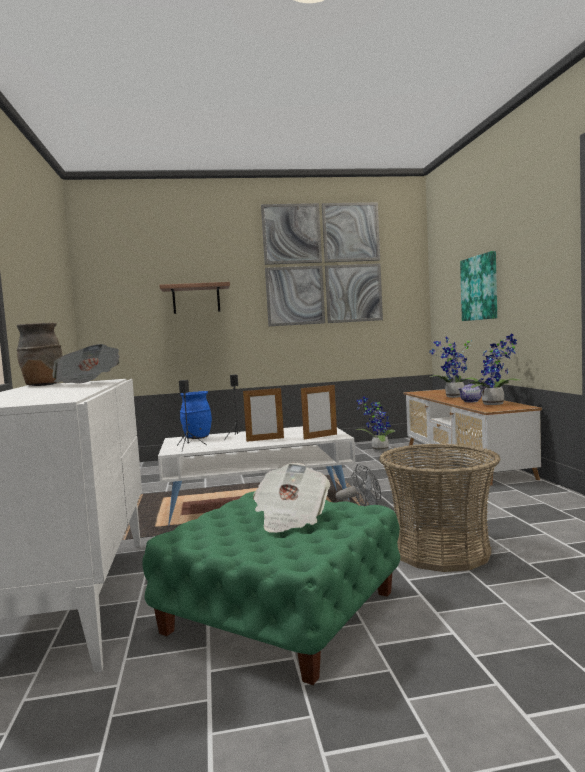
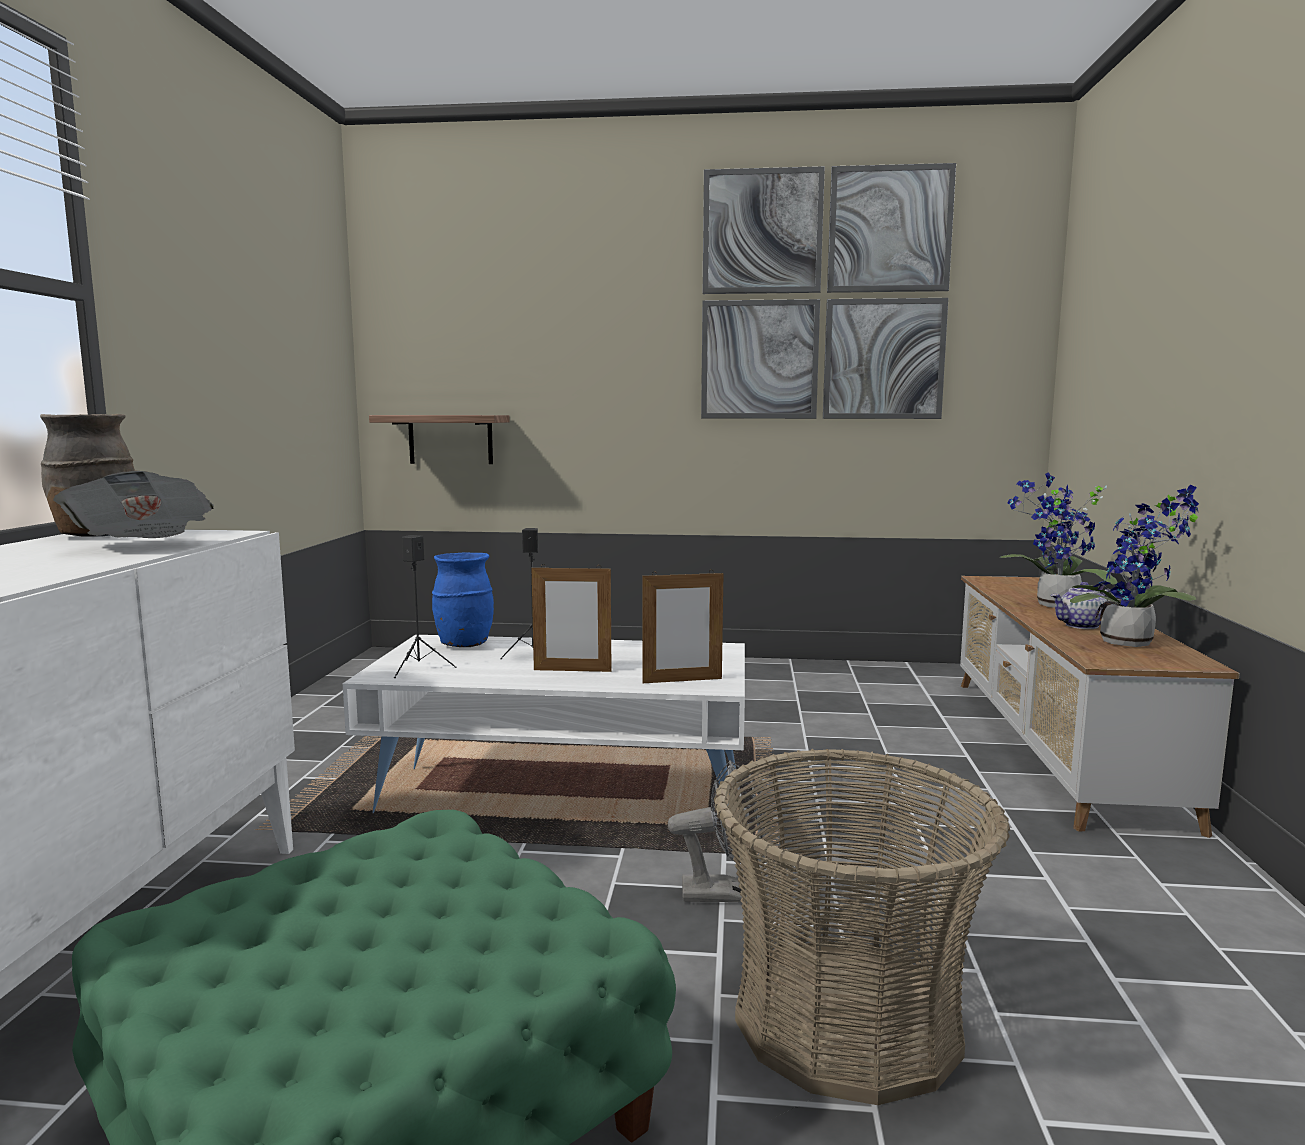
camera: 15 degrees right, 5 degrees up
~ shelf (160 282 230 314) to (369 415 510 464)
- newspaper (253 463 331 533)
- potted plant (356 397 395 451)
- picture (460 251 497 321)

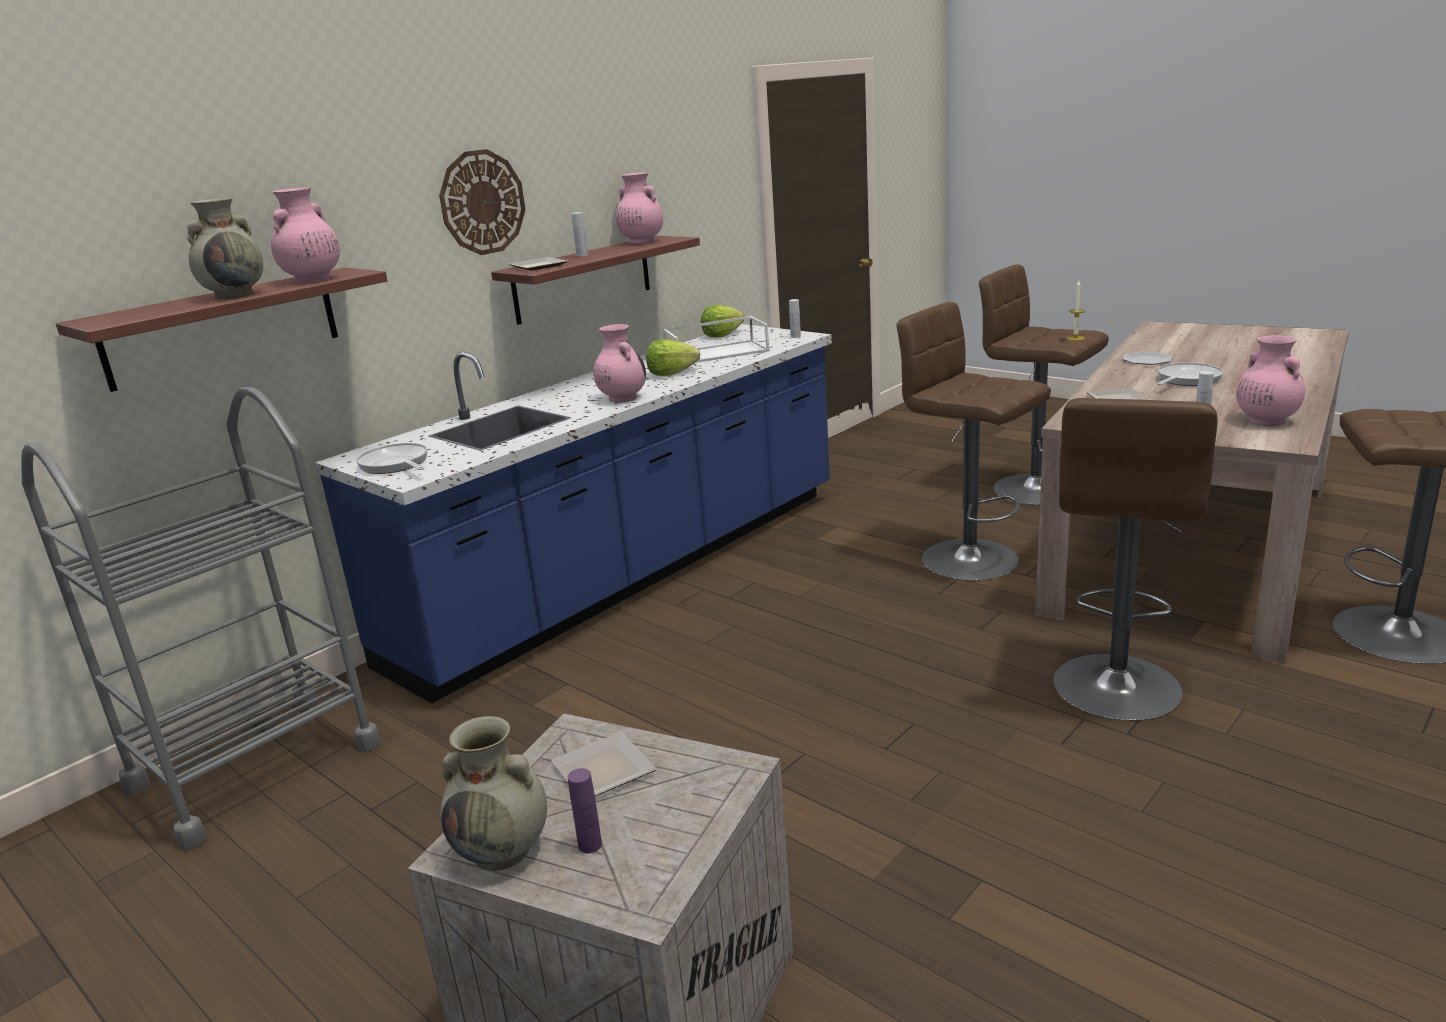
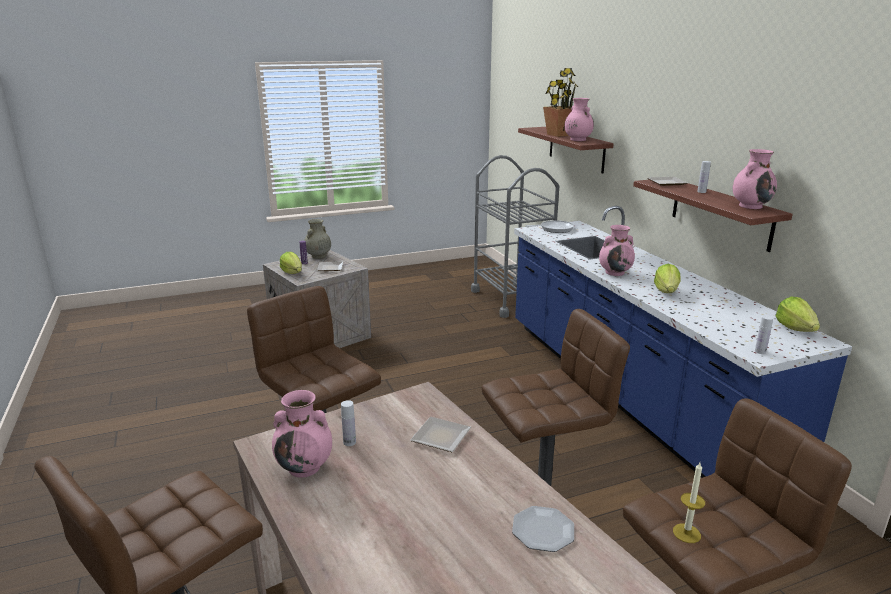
camera: 115 degrees right, 0 degrees up
+ lettuce (280 252 302 274)
~ beige vase (187 198 263 299) to potted plant (543 68 578 137)
- wall clock (439 149 526 255)
- white tray (662 316 770 363)
- frying pan (1157 363 1224 386)

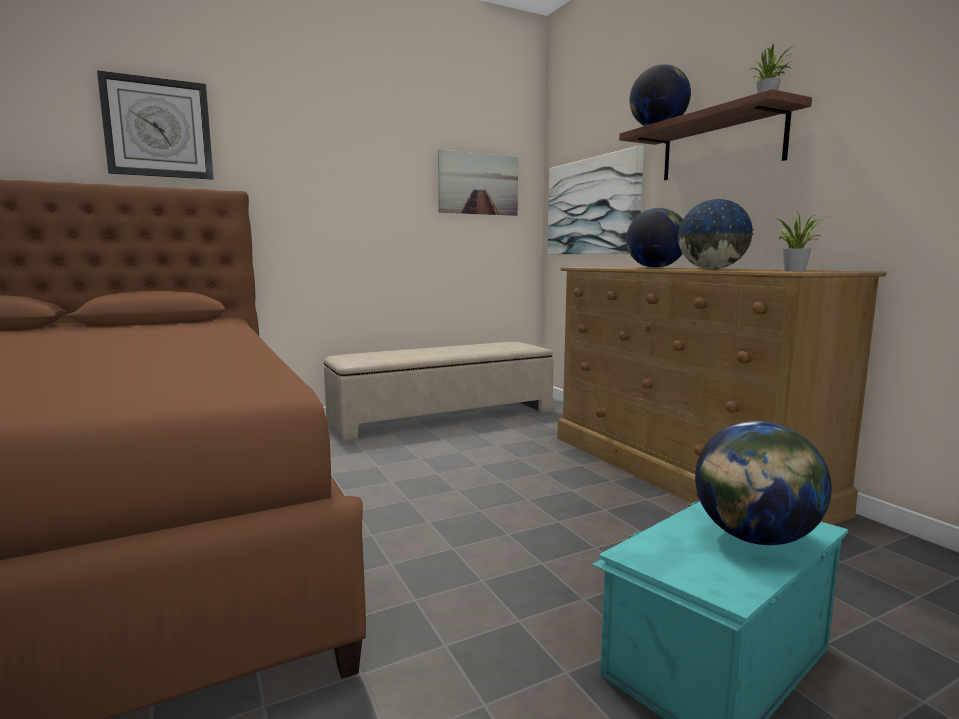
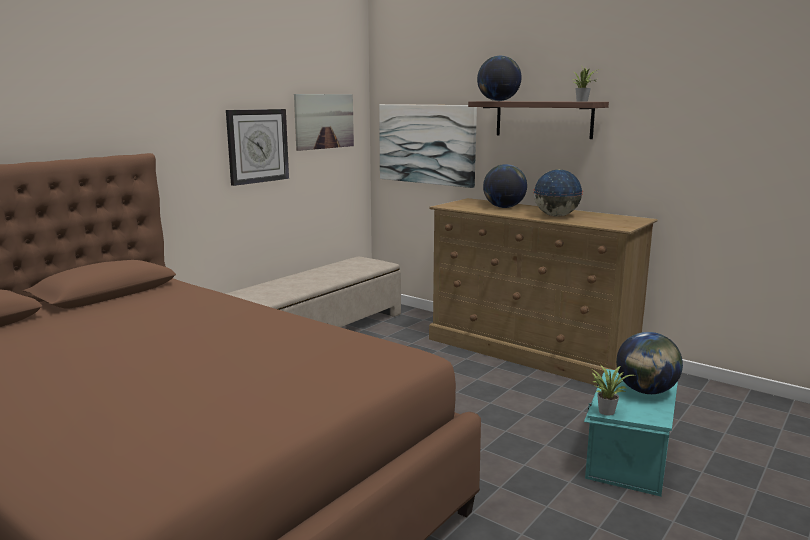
camera: 25 degrees left, 5 degrees up
~ wall clock (97 70 213 180) to (226 109 289 186)
~ potted plant (778 212 832 271) to (592 365 634 416)

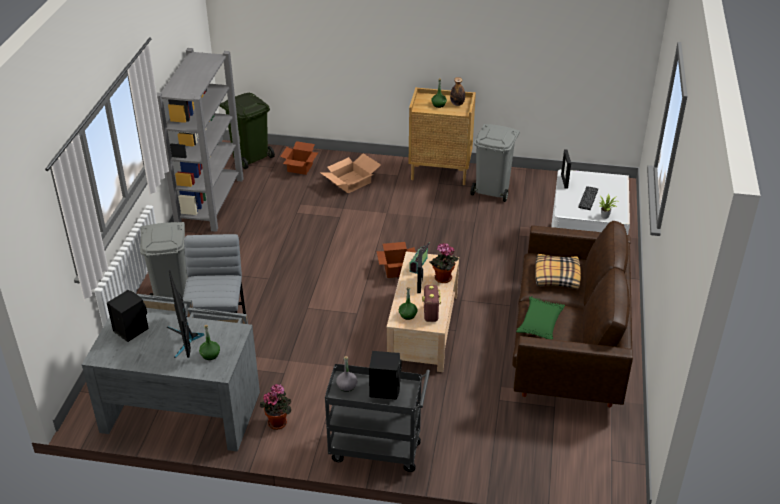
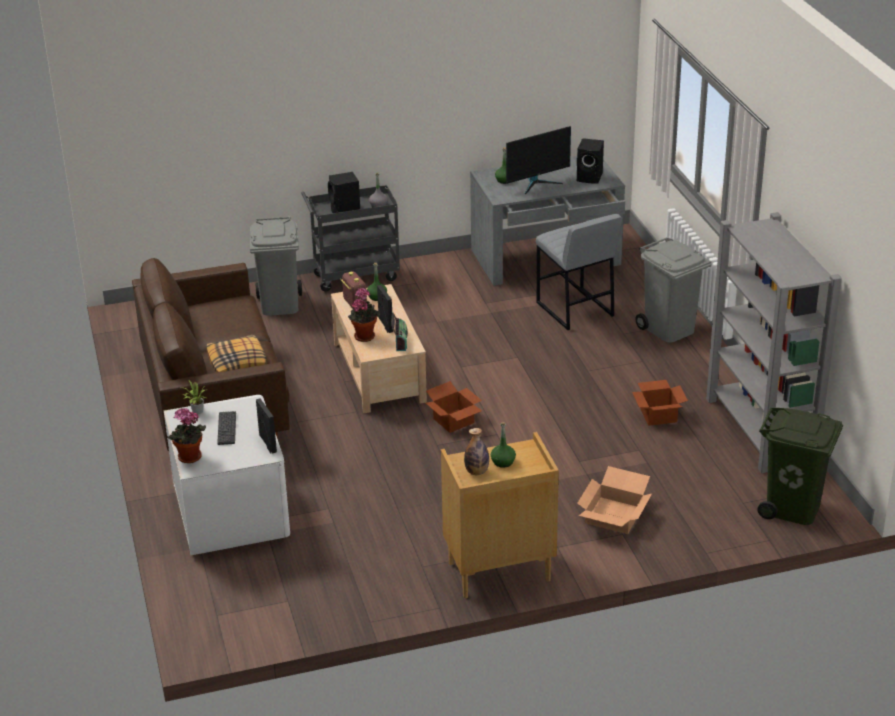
camera: 155 degrees right, 5 degrees down
~ potted plant (260 383 291 430) to (167 408 206 463)
~ grey trash can (471 124 520 202) to (250 217 302 316)
~ monitor (167 270 204 358) = (506 126 571 194) 105 degrees clockwise
~ cardboard box (280 141 318 175) to (632 380 688 426)
- green pillow (516 296 565 340)

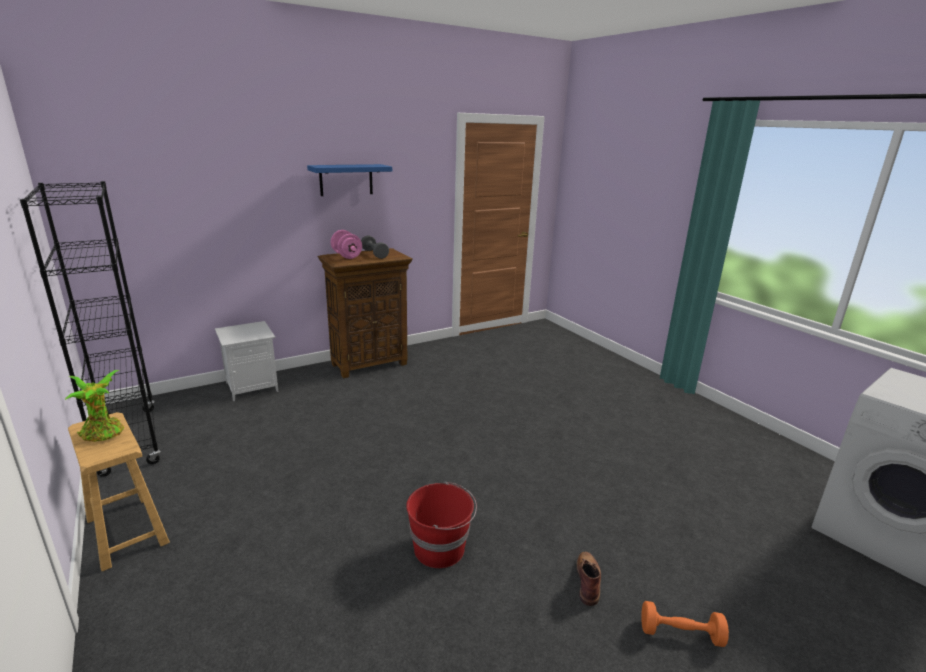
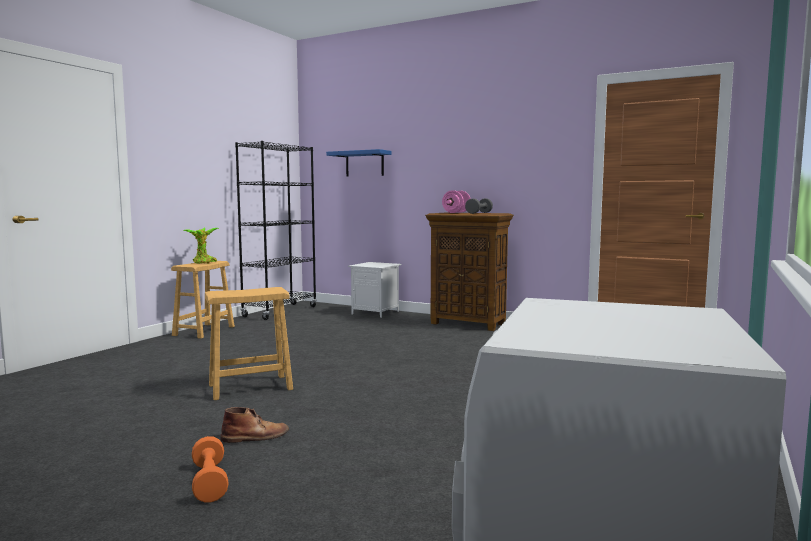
camera: 60 degrees right, 15 degrees down
~ red bucket (406 481 477 568) to brown stool (205 287 293 400)
~ blue shelf (307 164 392 196) to (326 149 391 176)

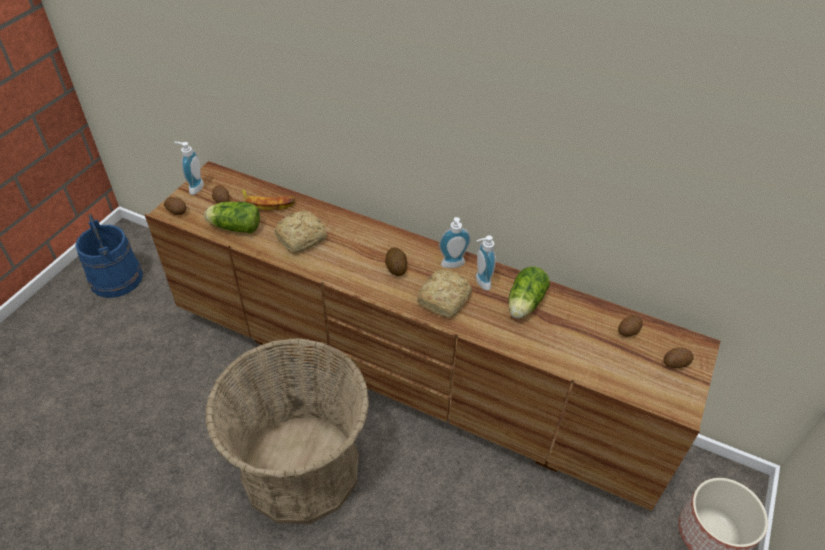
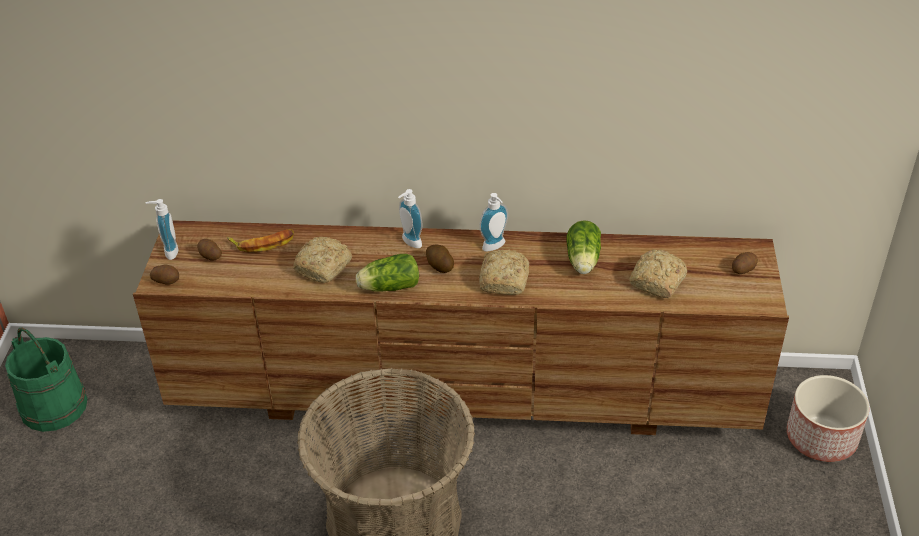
camera: 20 degrees left, 5 degrees down
~ blue bucket (75 214 143 298) to green bucket (5 328 87 432)
~ lettuce (204 202 260 233) to (356 254 419 292)
~ soap dispenser (476 235 496 291) to (398 189 423 248)
+ bread (629 250 687 298)
- potato (618 315 643 337)

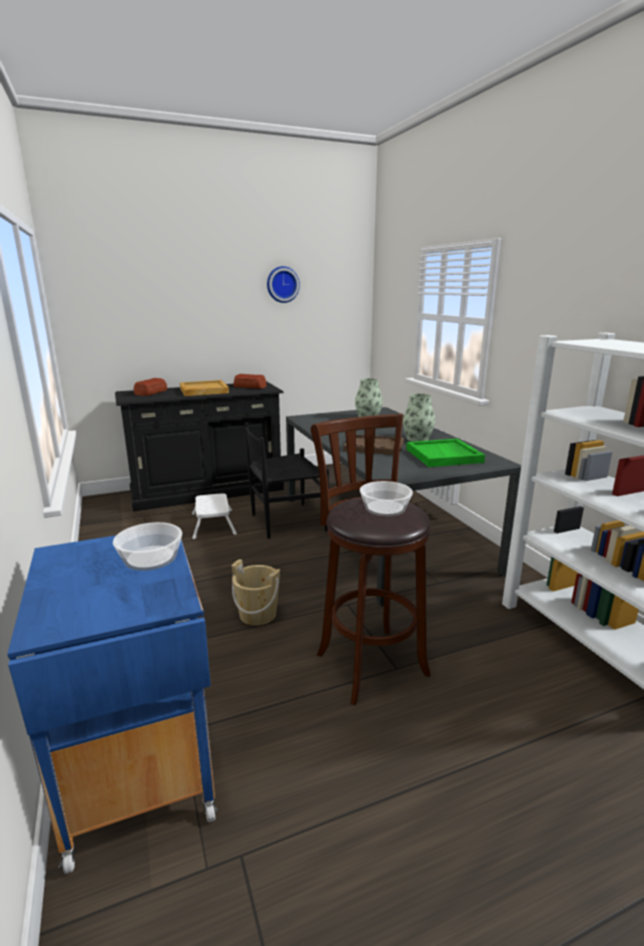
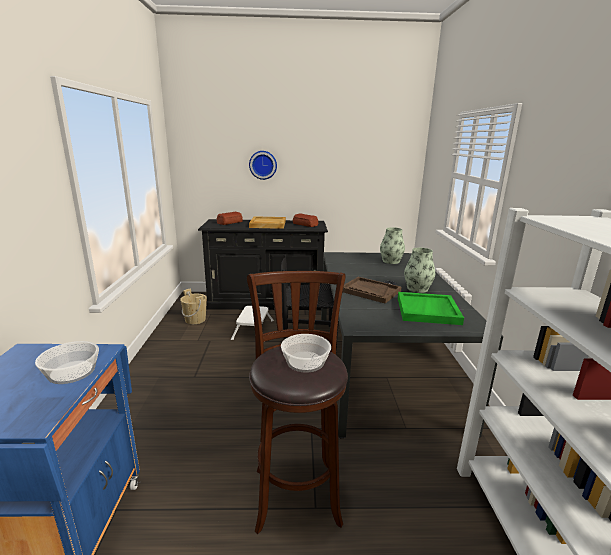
camera: 20 degrees right, 0 degrees up
~ beige bucket (232 559 280 626) to (180 289 207 324)
~ wall clock (267 266 300 303) to (249 151 277 180)

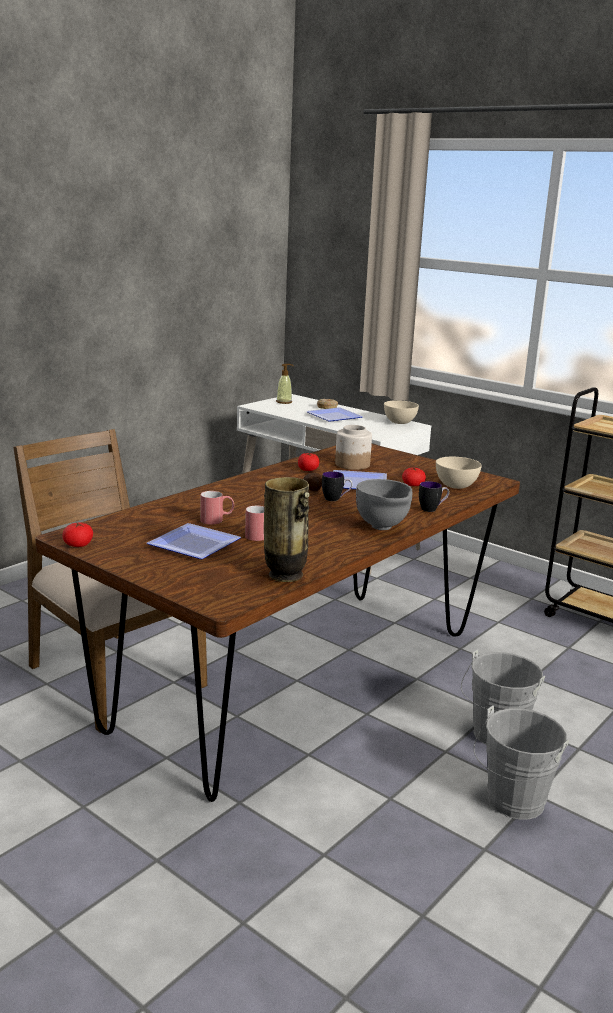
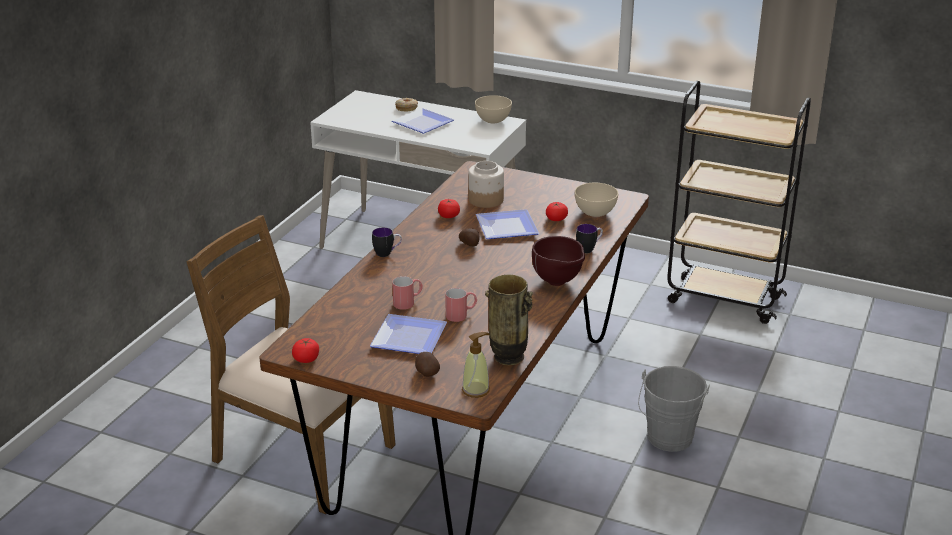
camera: 15 degrees left, 10 degrees up
~ mug (322 471 353 501) to (372 227 402 257)
+ potato (415 352 440 377)
~ soap dispenser (276 364 294 404) to (462 332 490 398)
~ grey bowl (356 479 412 530) to brown bowl (532 236 585 286)
- grey bucket (473 705 569 820)

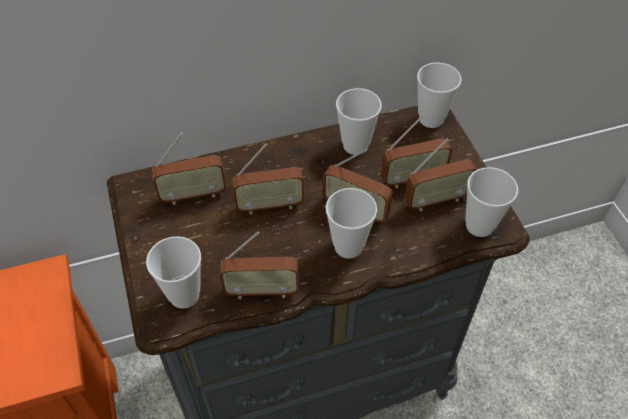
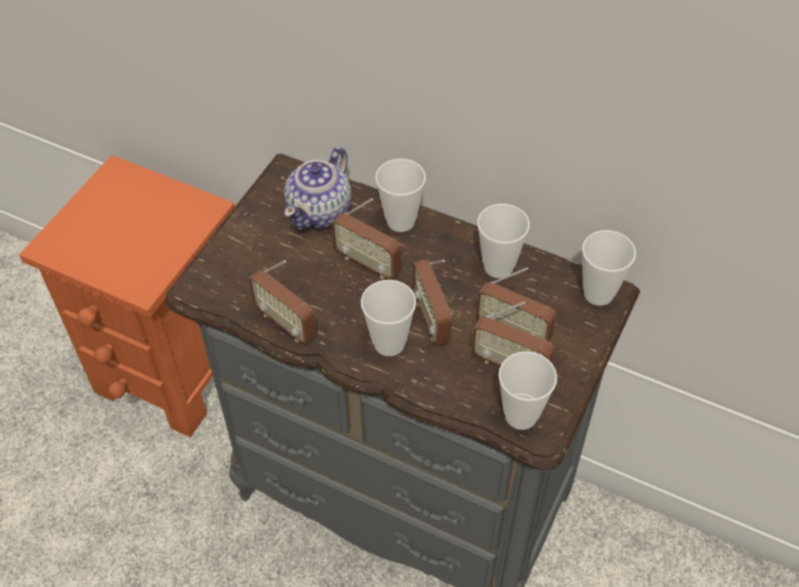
camera: 45 degrees right, 0 degrees up
~ radio (152 133 226 205) to teapot (284 147 352 230)
~ cup (146 236 201 309) to (375 158 426 232)

